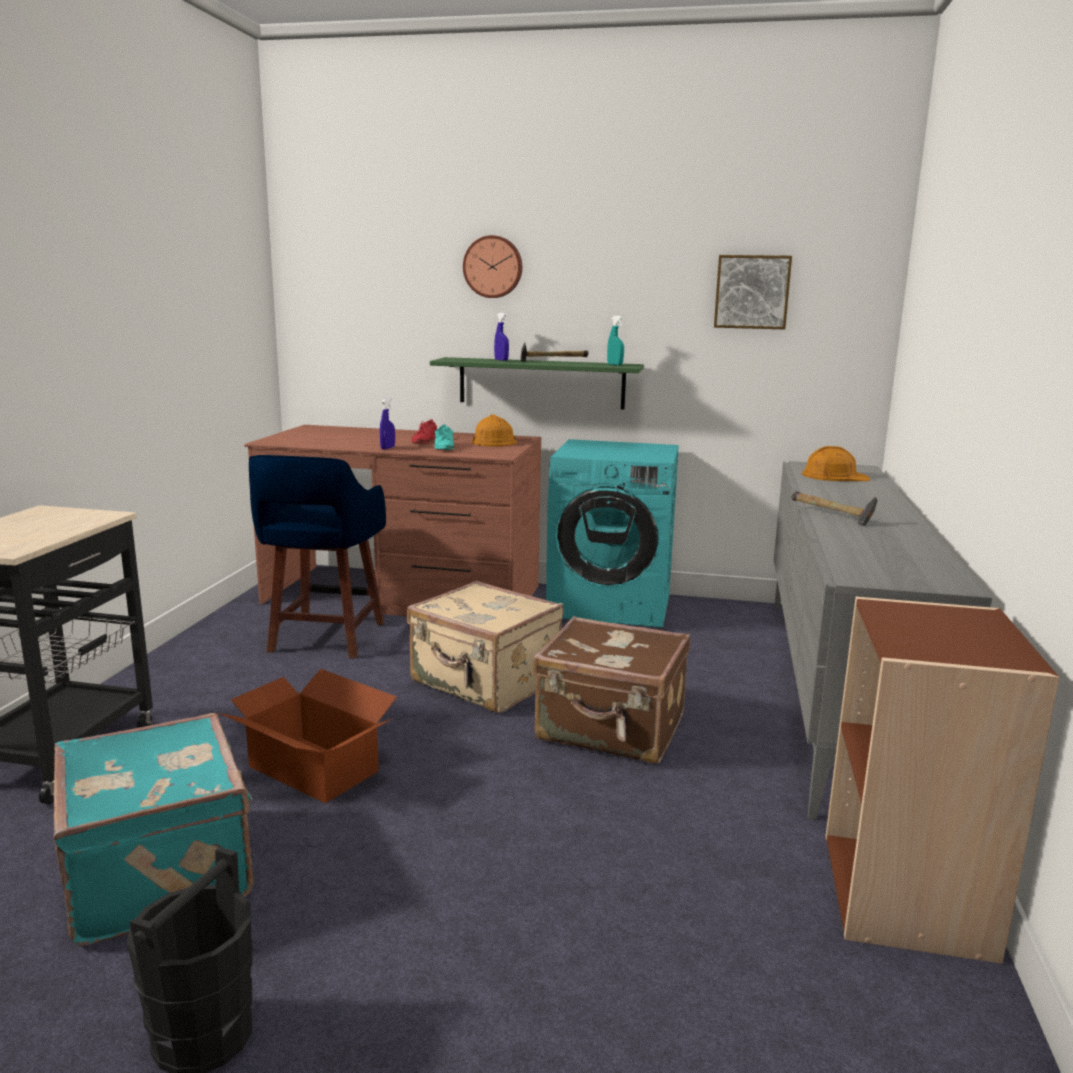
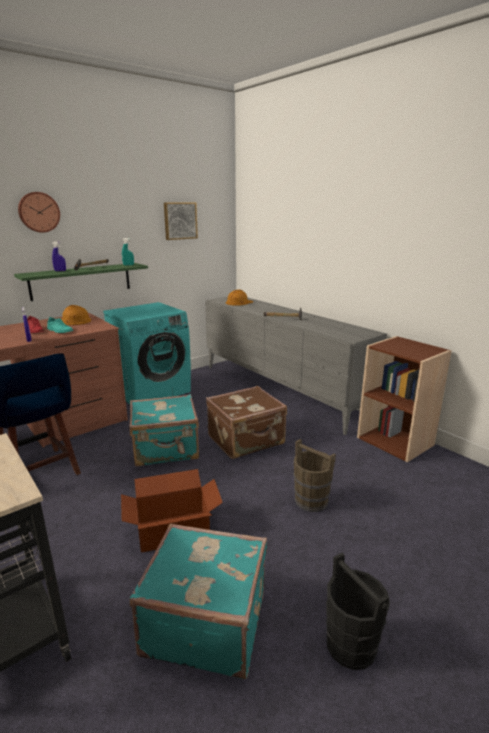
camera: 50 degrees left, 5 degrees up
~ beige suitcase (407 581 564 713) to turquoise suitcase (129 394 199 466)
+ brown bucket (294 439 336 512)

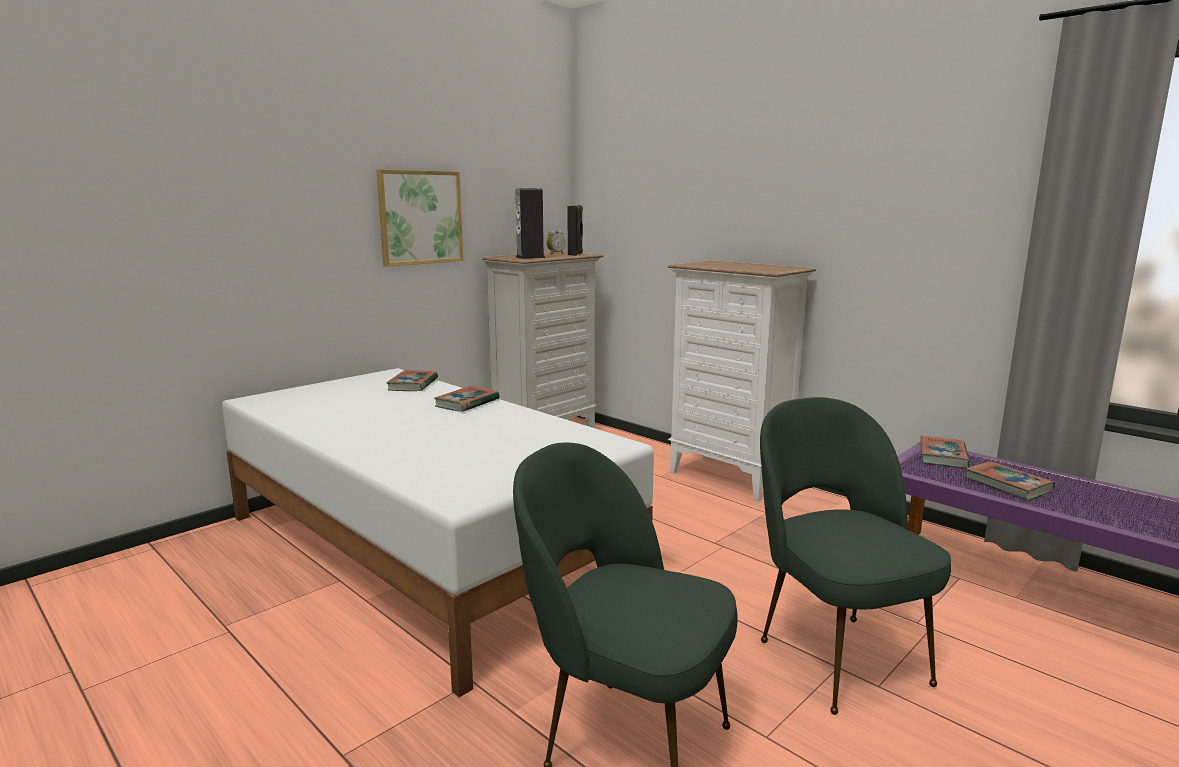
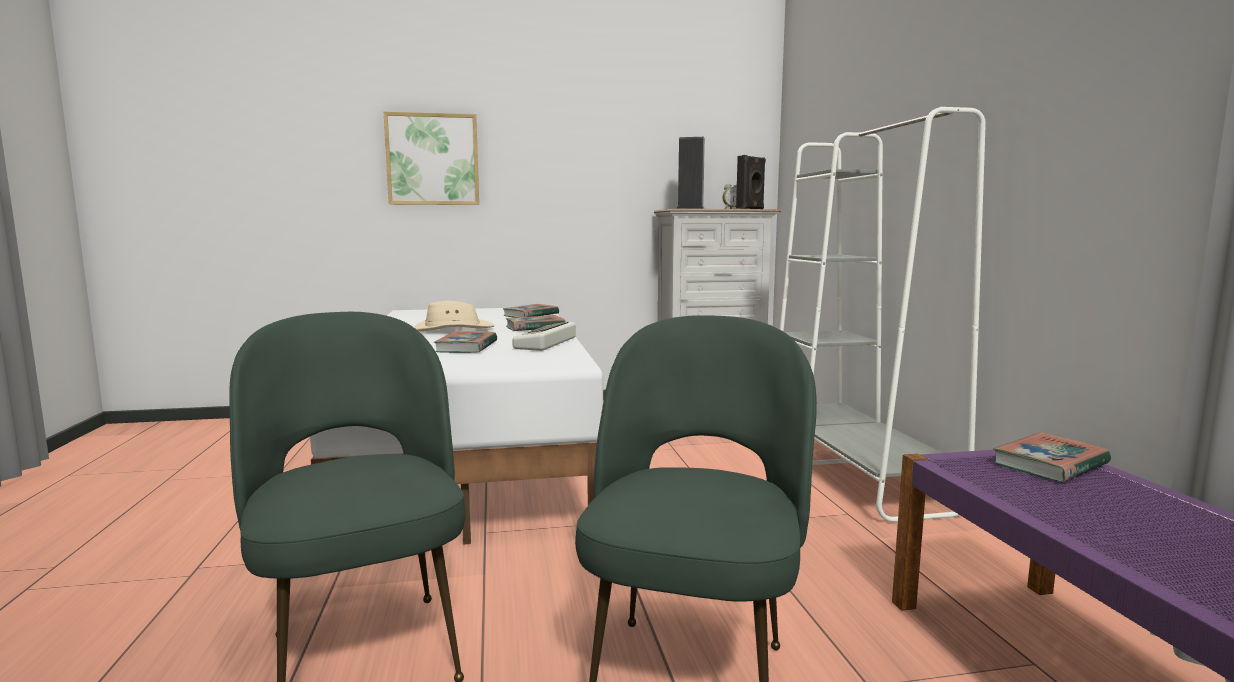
camera: 35 degrees right, 5 degrees down
~ picture (376 169 463 267) to (384 112 479 205)
+ beige hat (414 301 495 331)
~ book (965 462 1055 500) to (434 331 497 353)
+ keyboard (513 322 576 351)
~ white dresser (668 260 816 501) to grey clothes rack (780 107 986 522)

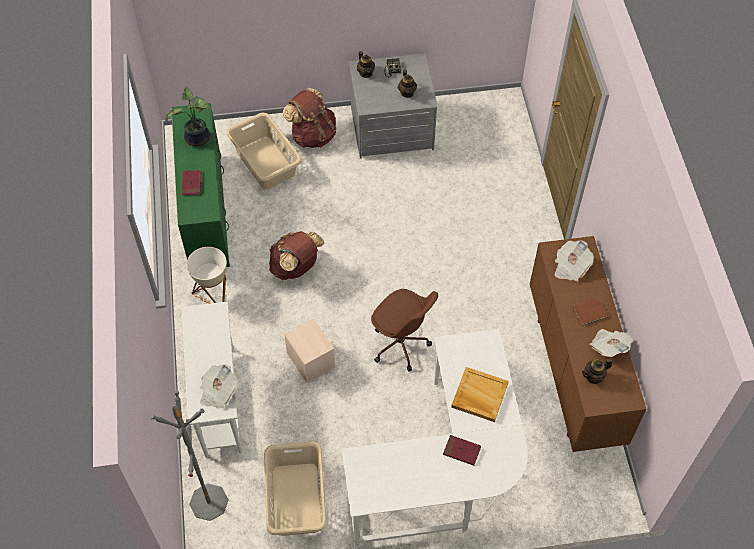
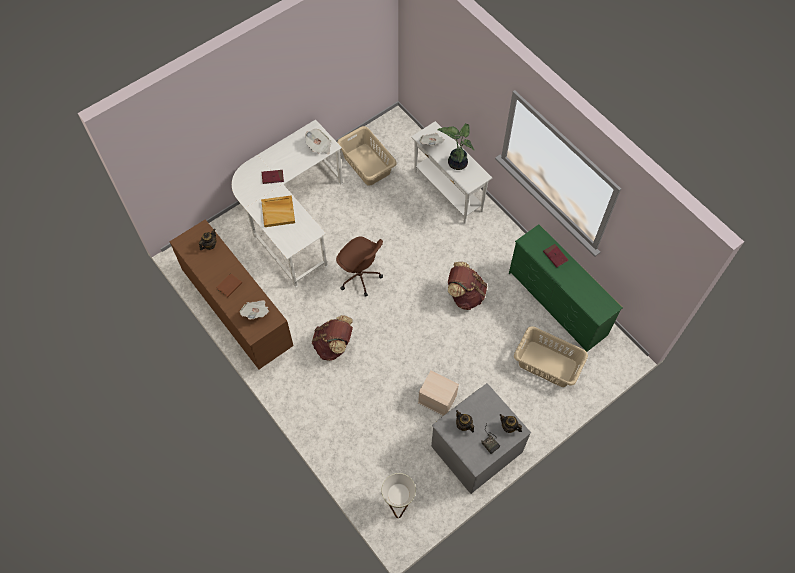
camera: 150 degrees right, 5 degrees up
~ newspaper (589 329 633 357) to (305 129 331 154)
~ brown backpack (283 88 336 148) to (312 315 353 361)
~ brown office chair (371 289 438 371) = (336 236 383 297) 150 degrees counterclockwise
~ planter (186 247 227 304) to (382 473 416 518)
~ beige storage box (284 318 335 383) to (418 371 459 416)
~ potted plant (165 86 211 147) to (437 123 474 170)
- grey clothes rack (151 391 229 521)

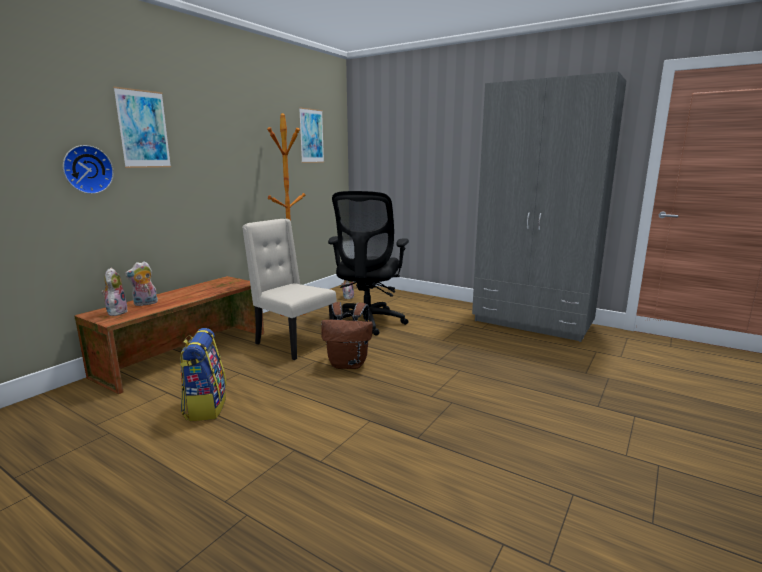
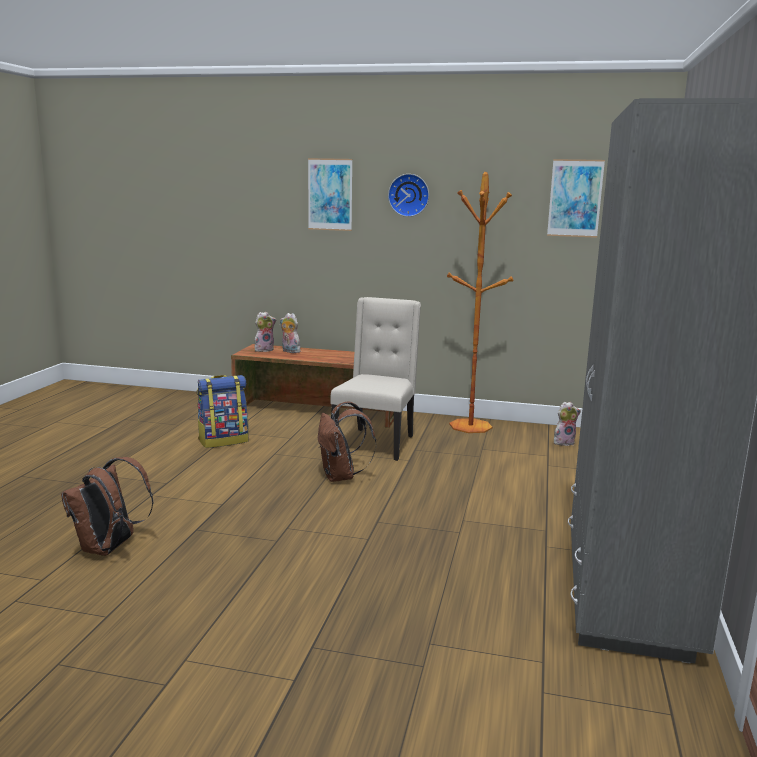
camera: 70 degrees right, 0 degrees up
+ brown backpack (61 457 153 556)
~ wall clock (63 145 114 194) to (388 174 429 217)
- black office chair (328 191 409 336)

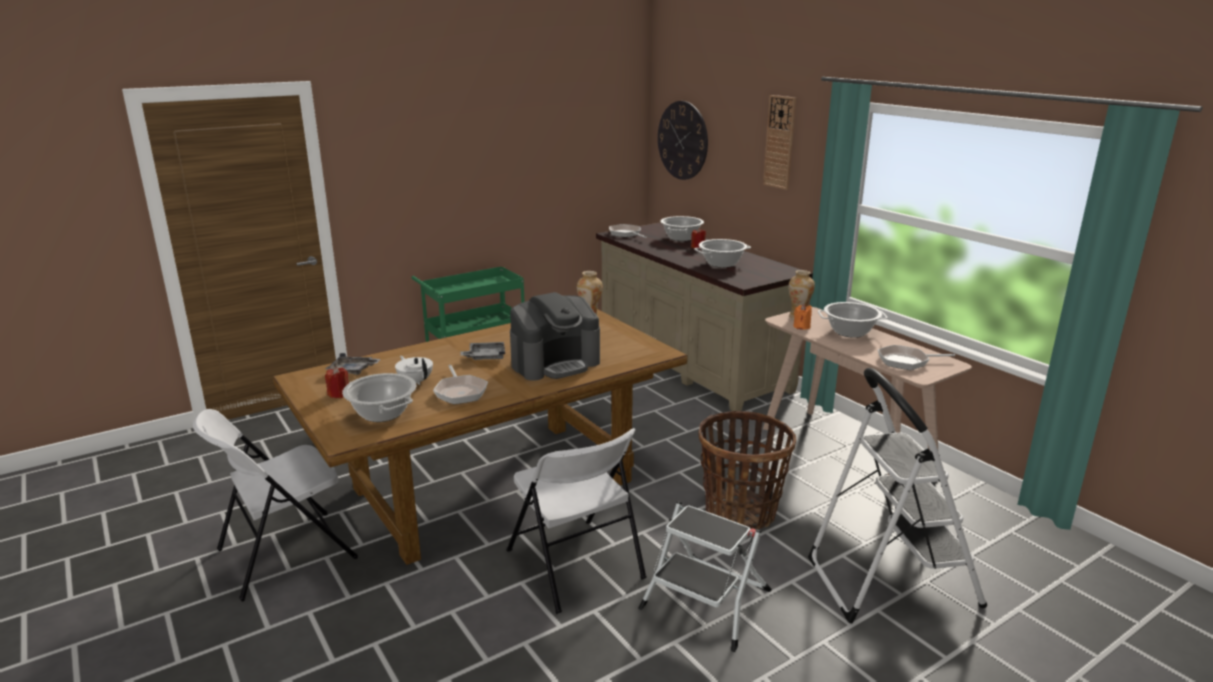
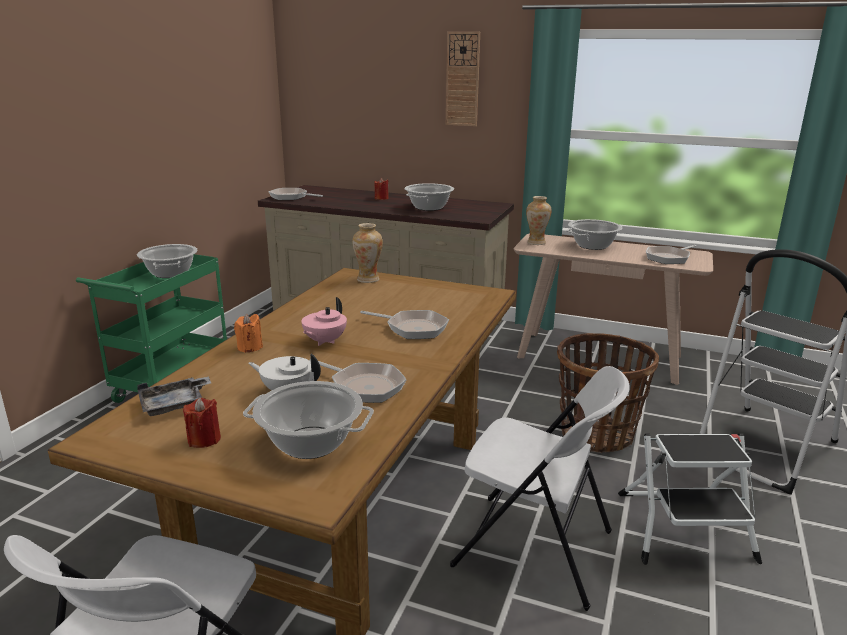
camera: 35 degrees left, 0 degrees up
~ cooking pot (660 216 704 241) to (137 244 198 278)
~ orange candle (794 304 812 330) to (234 314 263 353)
~ grey tray (460 342 505 360) to pink teapot (301 297 347 346)
~ coffee machine (510 292 600 381) to frying pan (360 310 449 339)
- wall clock (658 101 708 180)

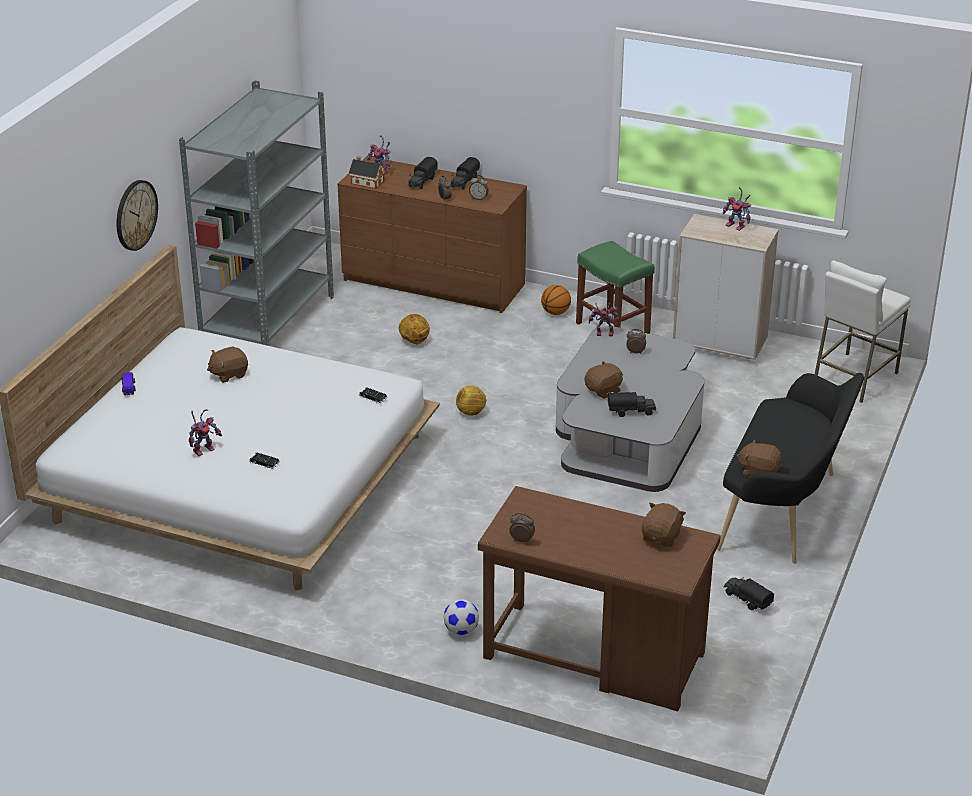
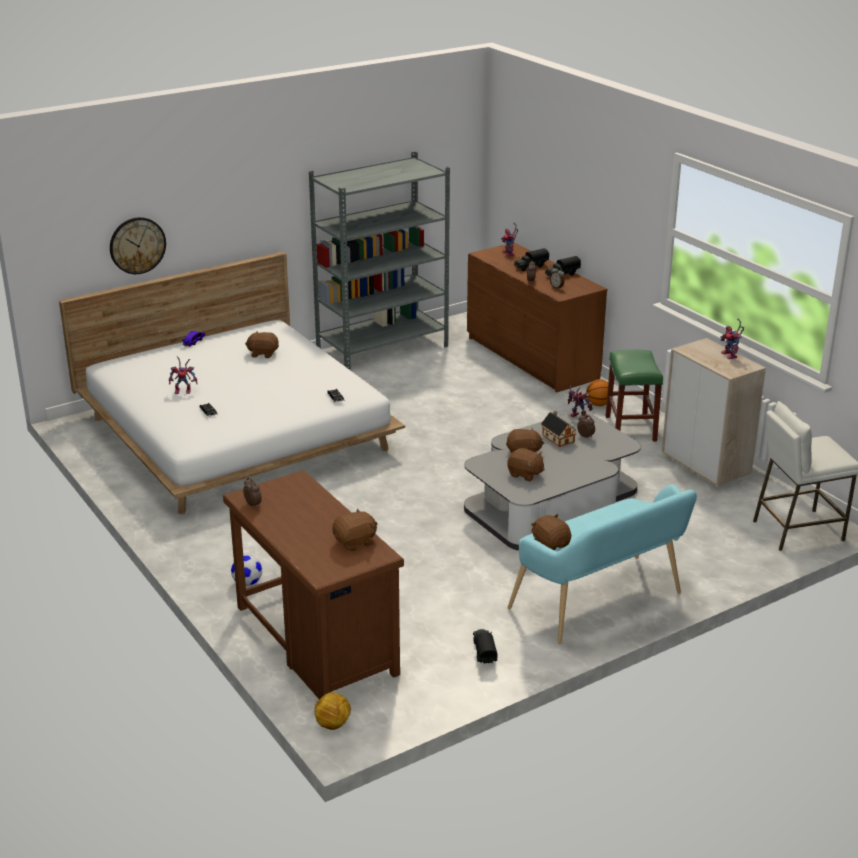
camera: 35 degrees right, 5 degrees down
~ wall clock (116 180 158 251) to (110 217 166 274)
~ football (456 386 487 416) to (314 692 351 730)
~ toy truck (608 392 656 417) to brown plush toy (507 448 545 481)
~ black bench (717 373 864 564) to turquoise bench (508 484 697 644)
~ toy house (349 156 385 189) to (541 411 577 447)
- basketball (399 314 430 345)

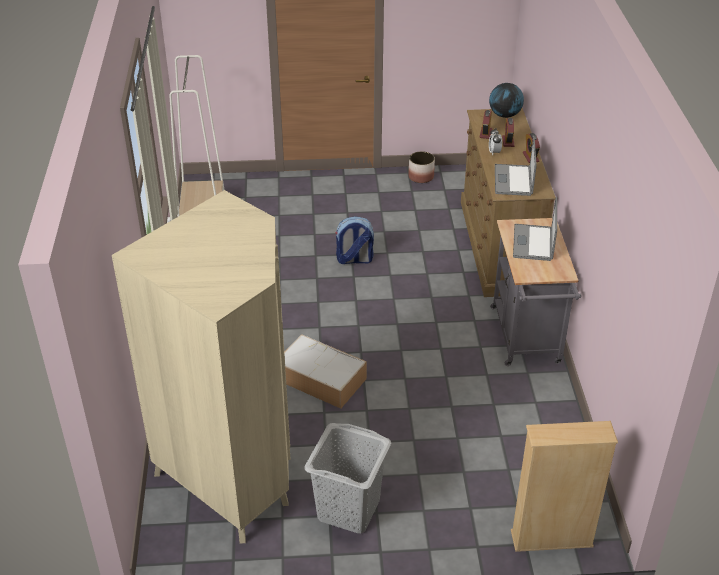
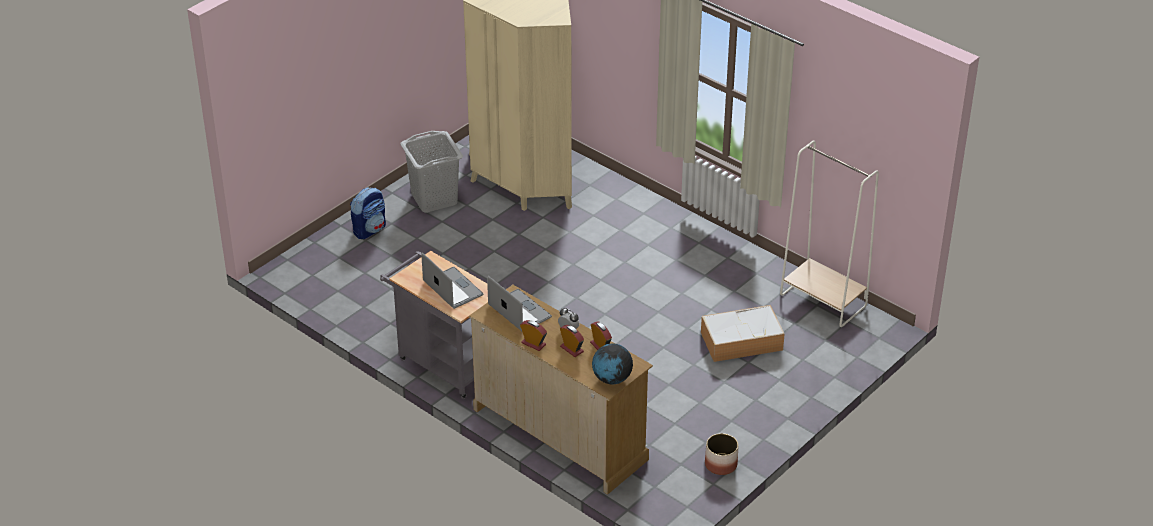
camera: 135 degrees right, 0 degrees up
~ backpack (335 216 374 264) to (350 187 386 239)
~ storage box (284 334 367 409) to (701 305 785 362)
- beige bookcase (511 421 618 552)

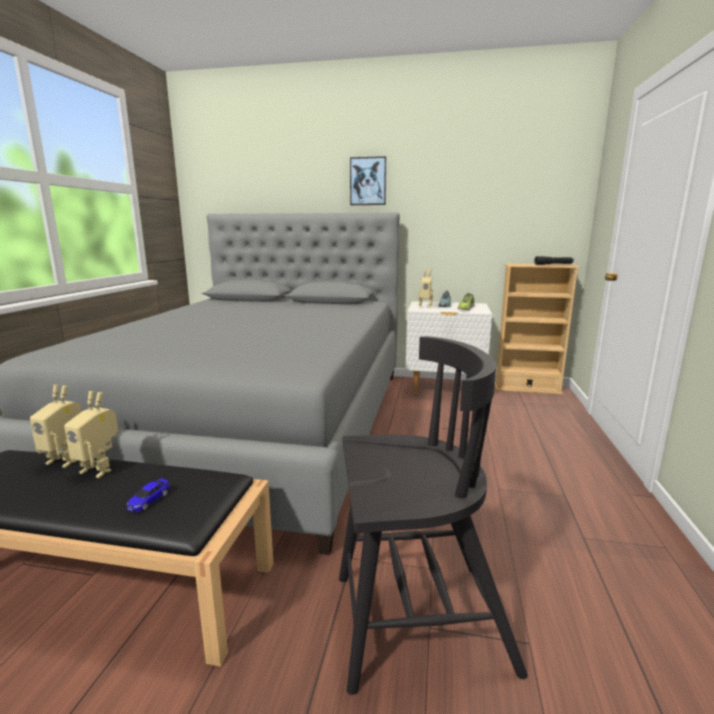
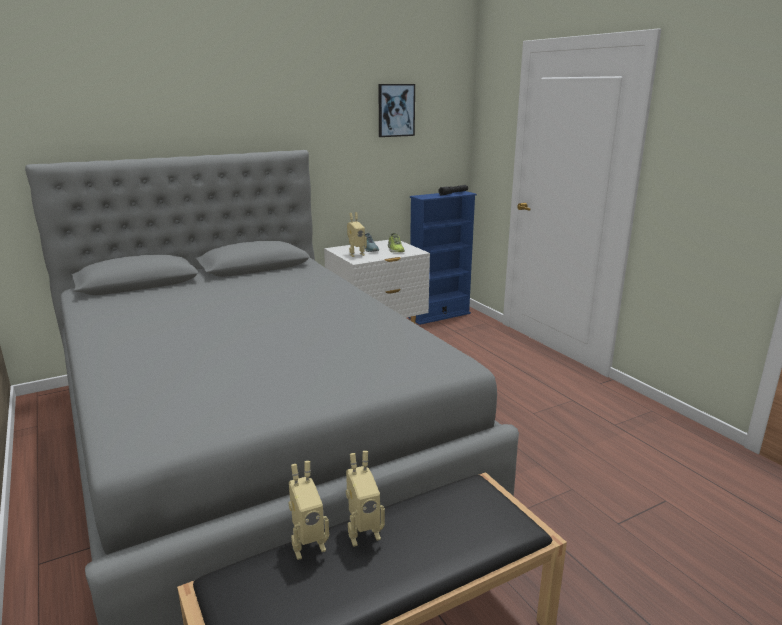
camera: 40 degrees left, 5 degrees up
~ picture (350 156 386 205) to (378 84 415 137)
~ beige bookcase (495 264 580 395) to blue bookcase (409 191 477 325)
- toy car (127 478 170 512)
- black chair (339 336 528 695)

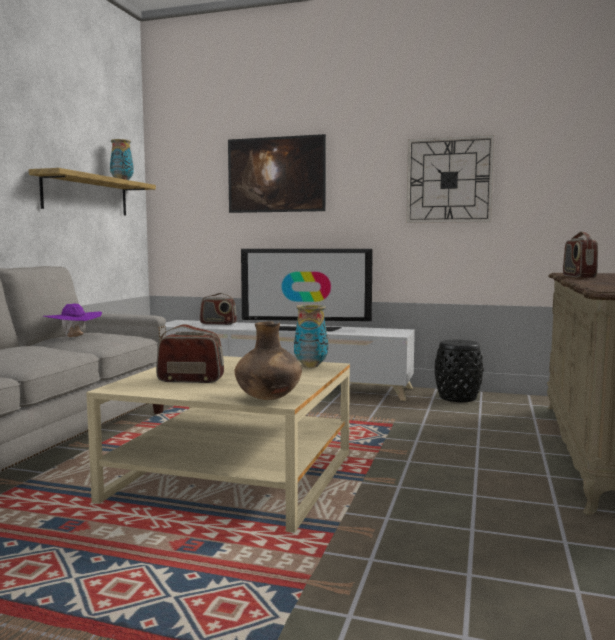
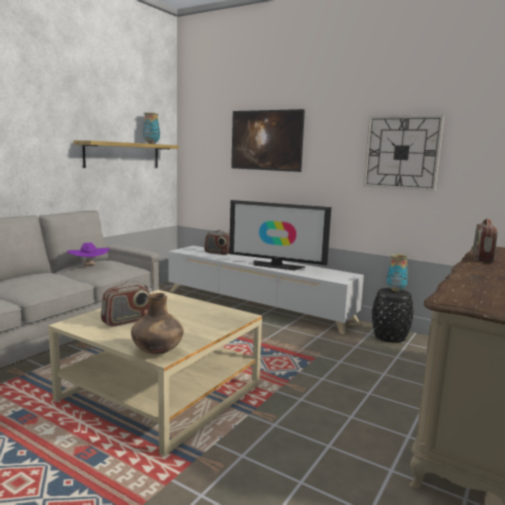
camera: 15 degrees right, 5 degrees up
~ radio (156 324 224 383) = (101 281 150 327) 120 degrees clockwise
~ vase (294 304 328 368) to (387 254 409 292)

